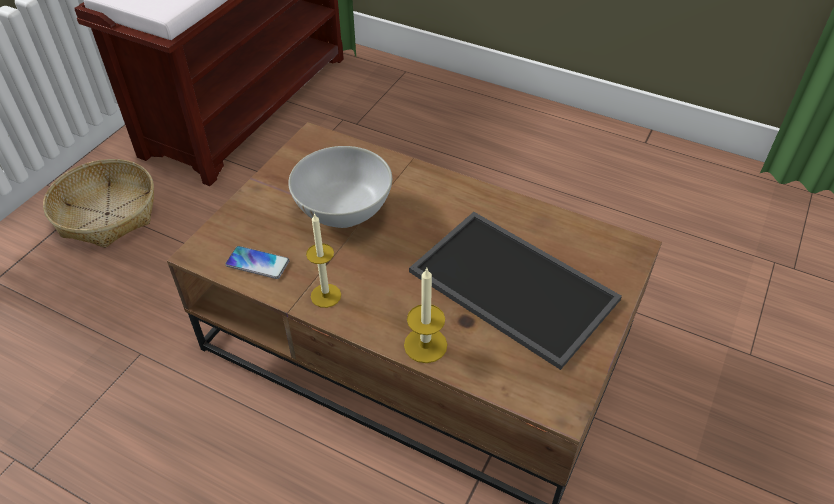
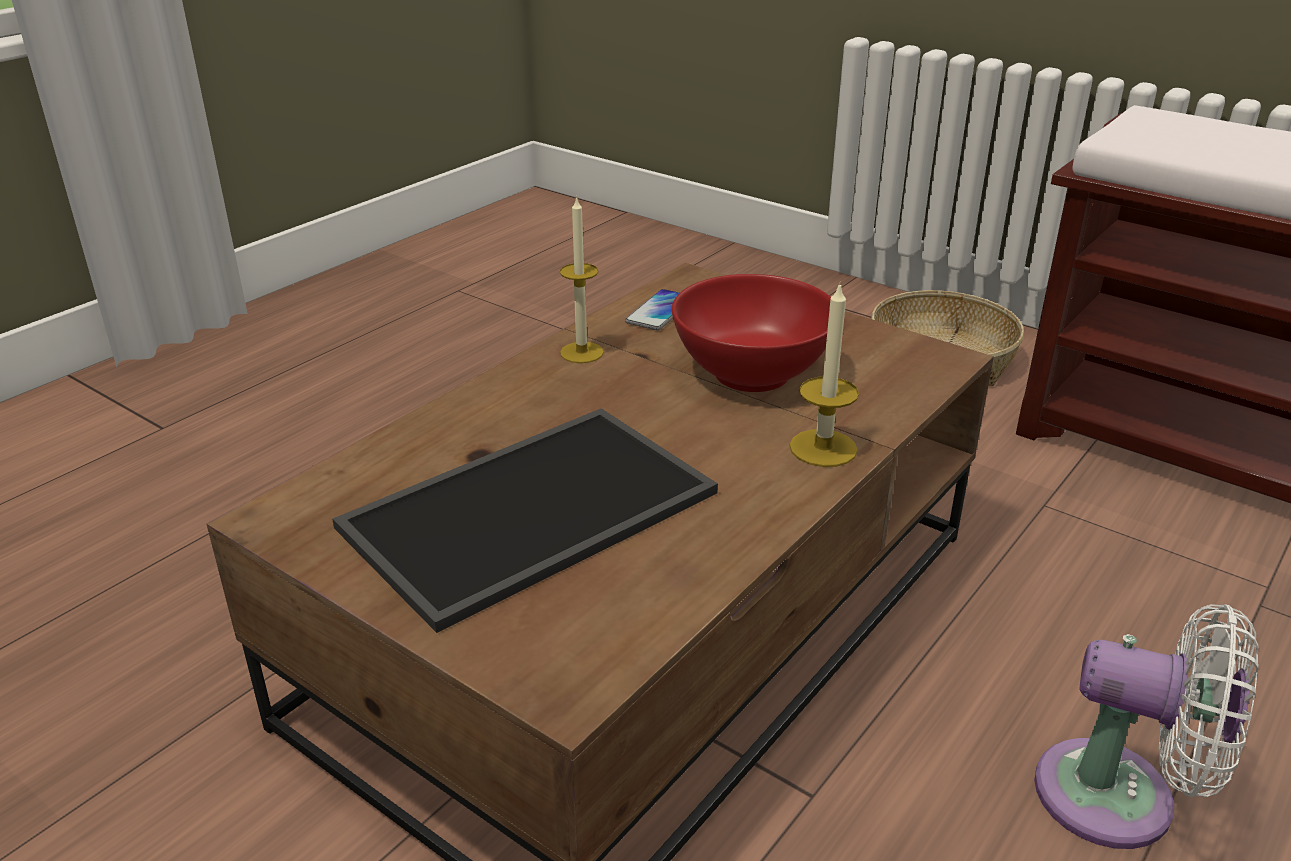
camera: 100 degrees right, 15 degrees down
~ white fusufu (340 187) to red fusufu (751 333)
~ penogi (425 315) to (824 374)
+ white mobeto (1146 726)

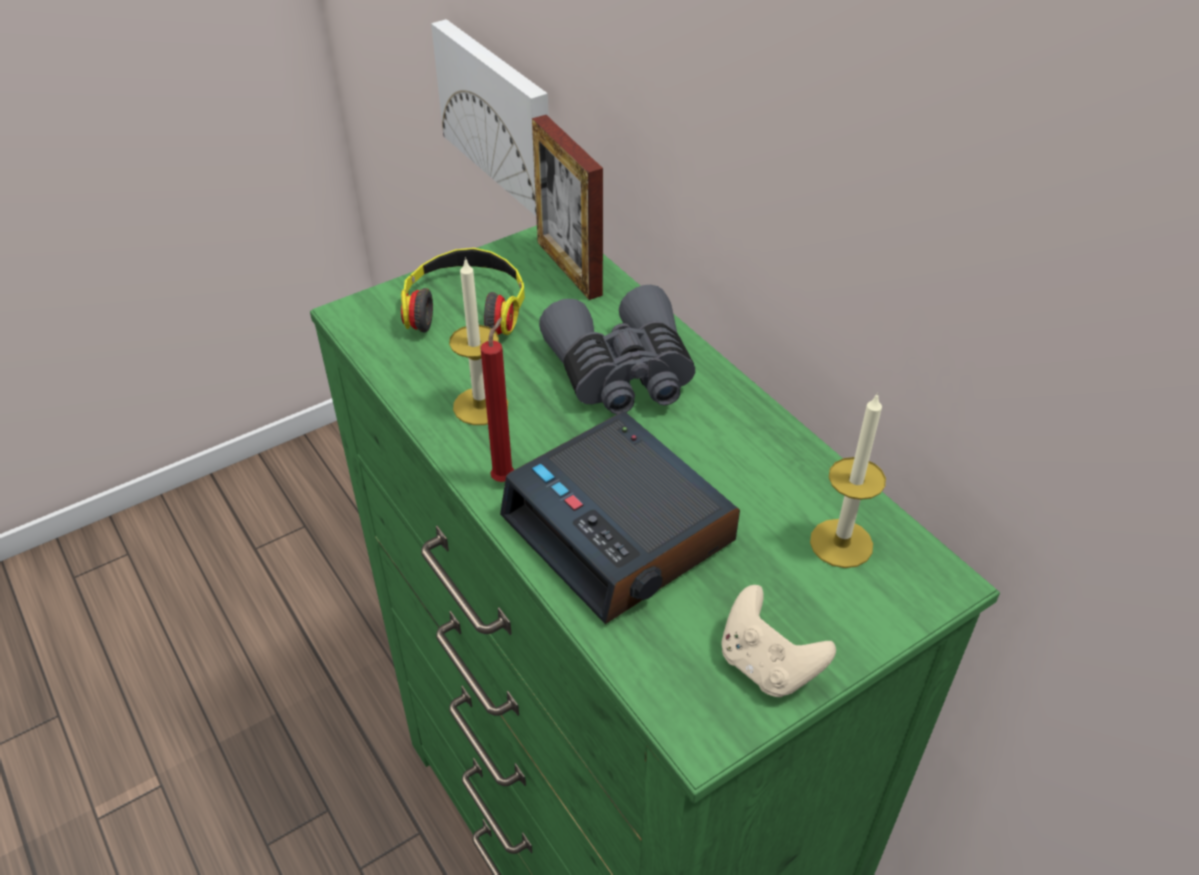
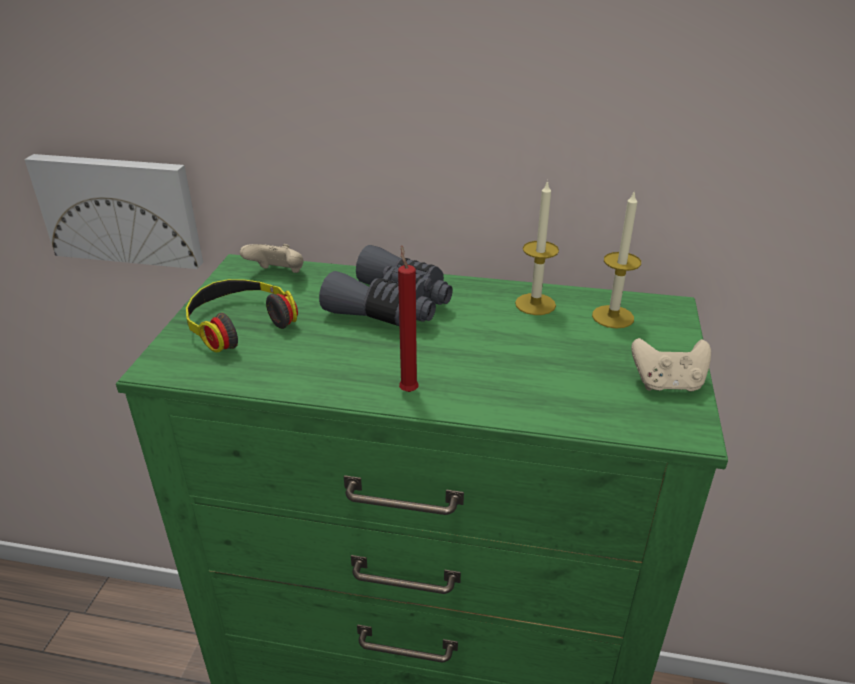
camera: 45 degrees left, 10 degrees down
~ penogi (478 341) to (537 247)
- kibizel (620 517)
~ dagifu (567 207) to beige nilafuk (272 258)

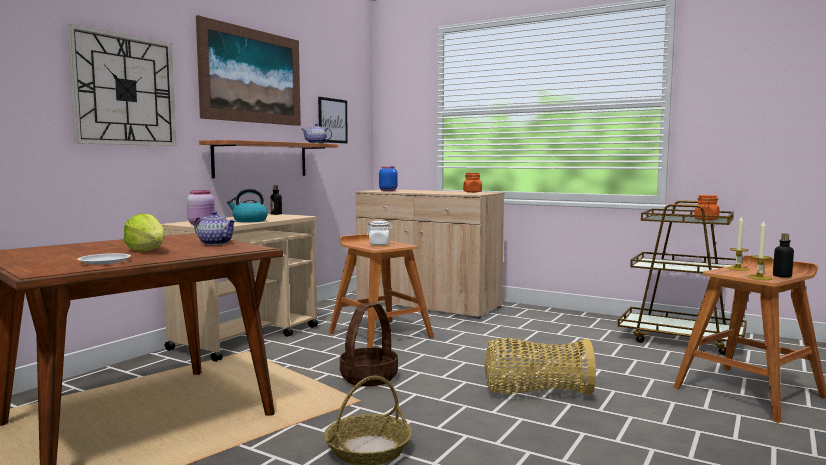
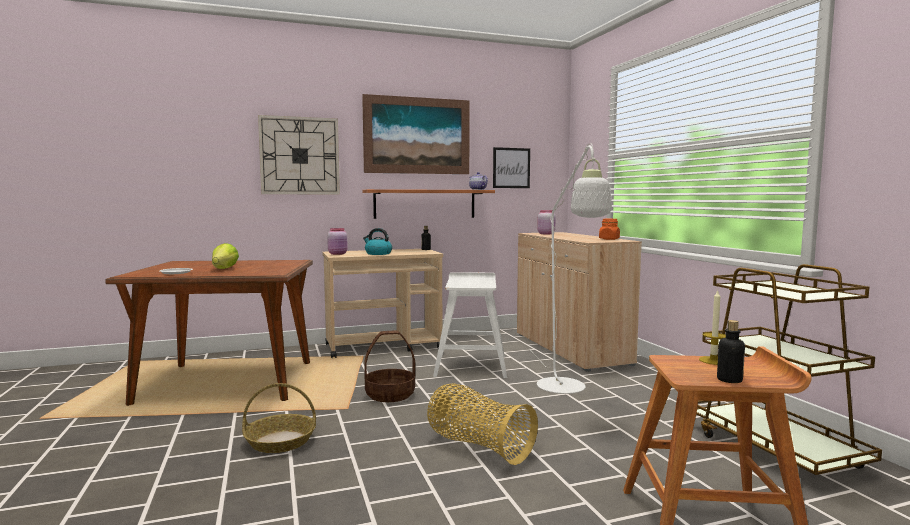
camera: 40 degrees right, 0 degrees up
- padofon (215 228)
~ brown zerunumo (381 291) to white zerunumo (470 325)
- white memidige (380 233)
~ blue memidige (388 178) to pink memidige (546 222)
- orange memidige (707 207)
- penogi (759 250)
+ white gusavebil (571 268)

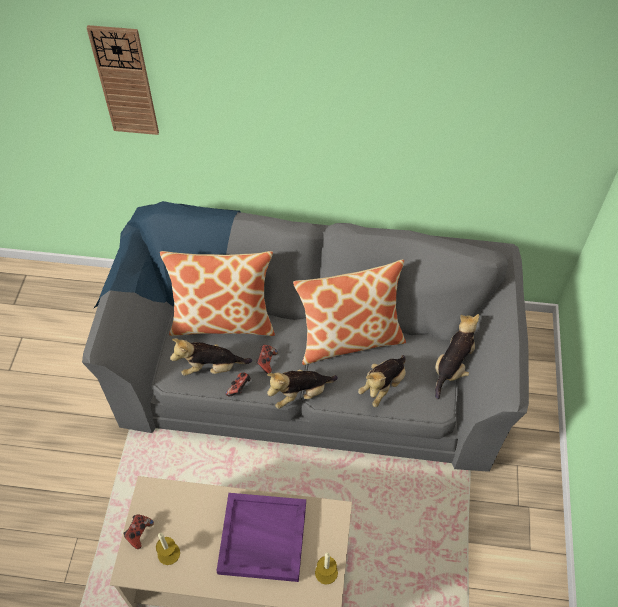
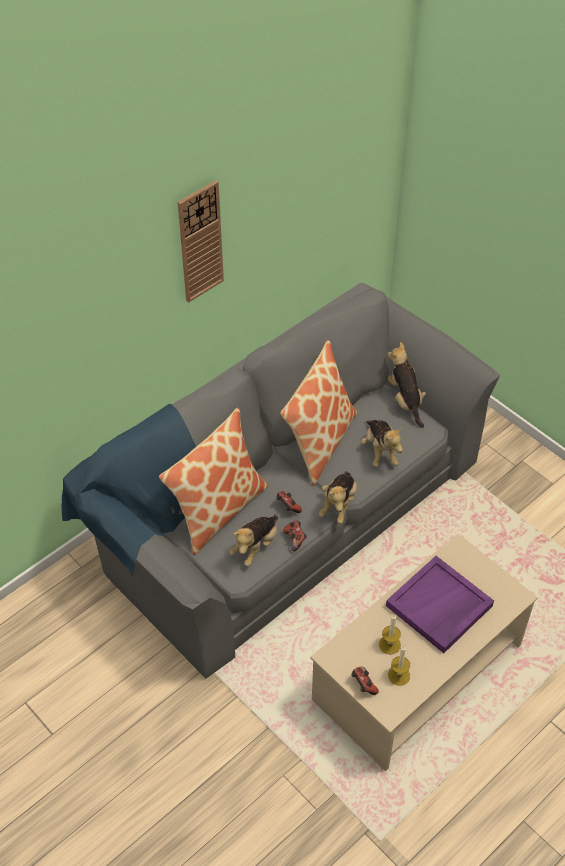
camera: 50 degrees left, 5 degrees down
~ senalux (122 80) to (201 241)
~ penogi (326 569) to (390 634)

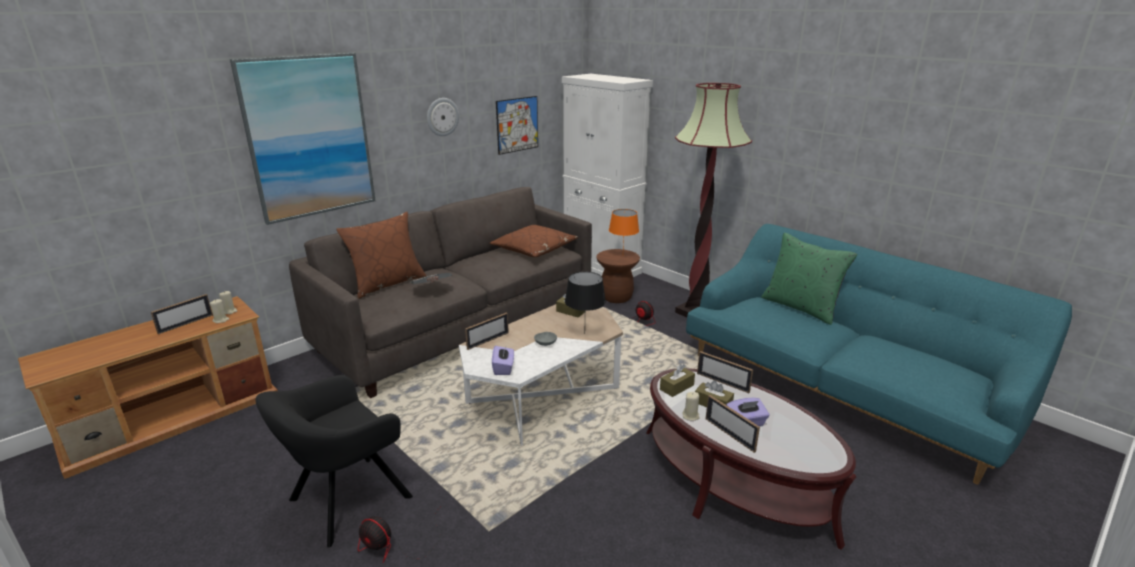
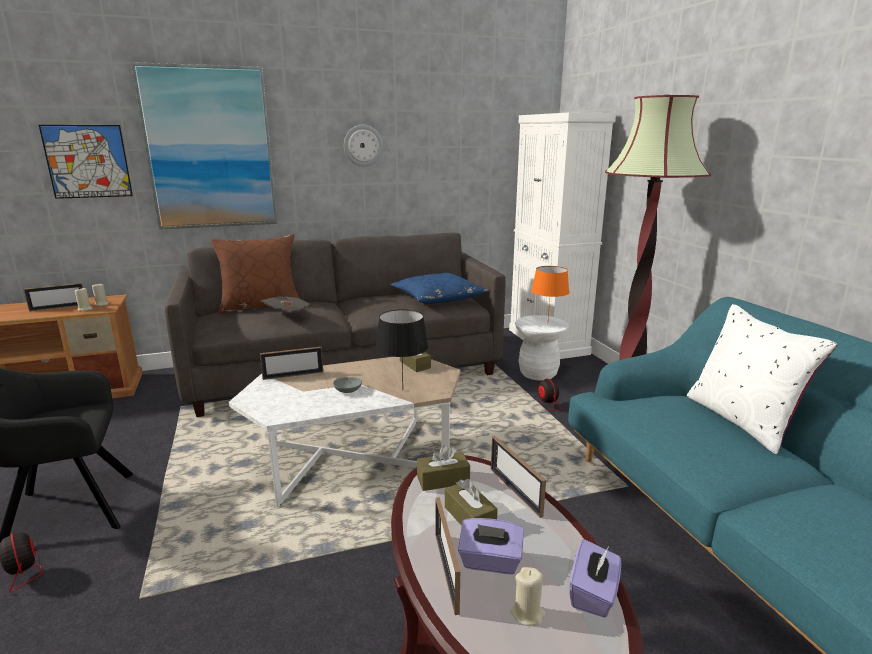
camera: 25 degrees right, 5 degrees down
~ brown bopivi (534 241) to blue bopivi (439 288)
~ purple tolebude (503 360) to (595 578)
~ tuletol (517 125) to (86 162)
~ brown zerunumo (618 276) to white zerunumo (542 348)
~ beige penogi (691 406) to (528 596)
~ green bopivi (809 279) to white bopivi (762 379)

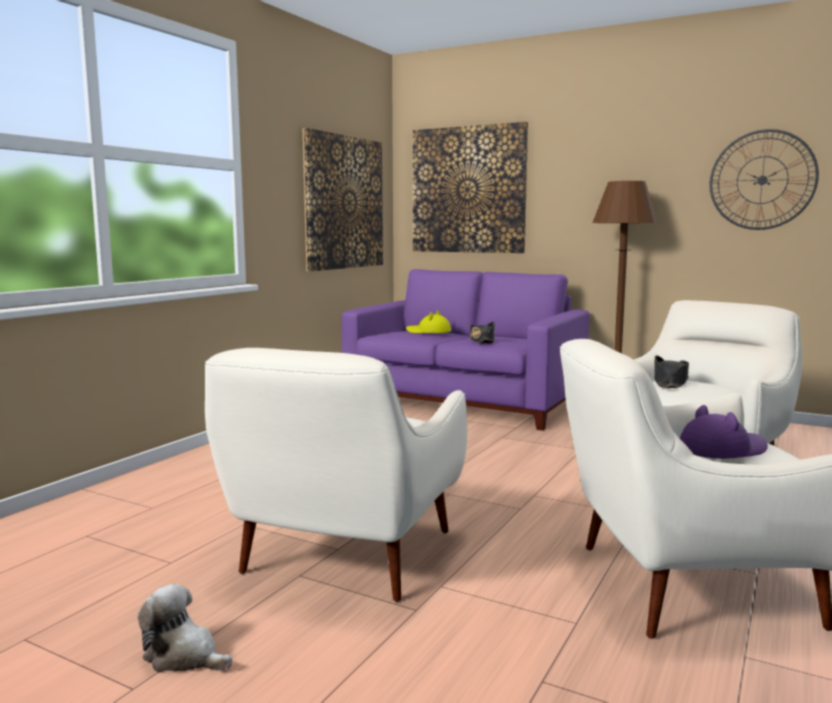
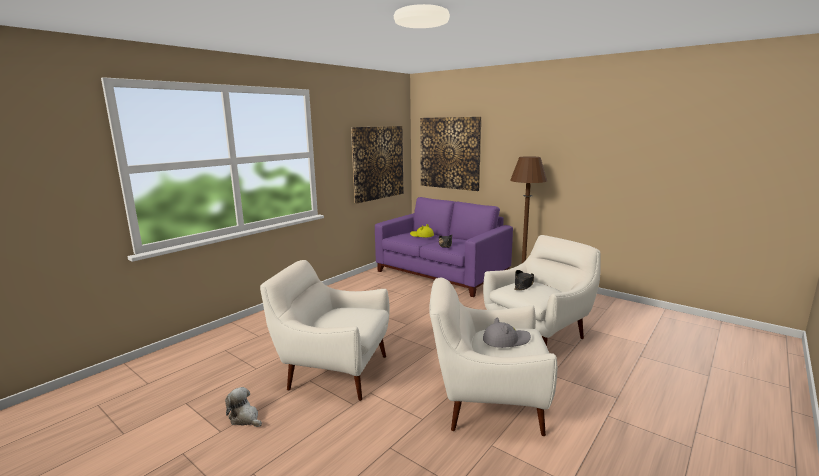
camera: 10 degrees right, 5 degrees up
~ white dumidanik (336 475) = (325 330) 75 degrees clockwise
~ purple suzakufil (724 432) to grey suzakufil (507 333)
- senalux (764 179)

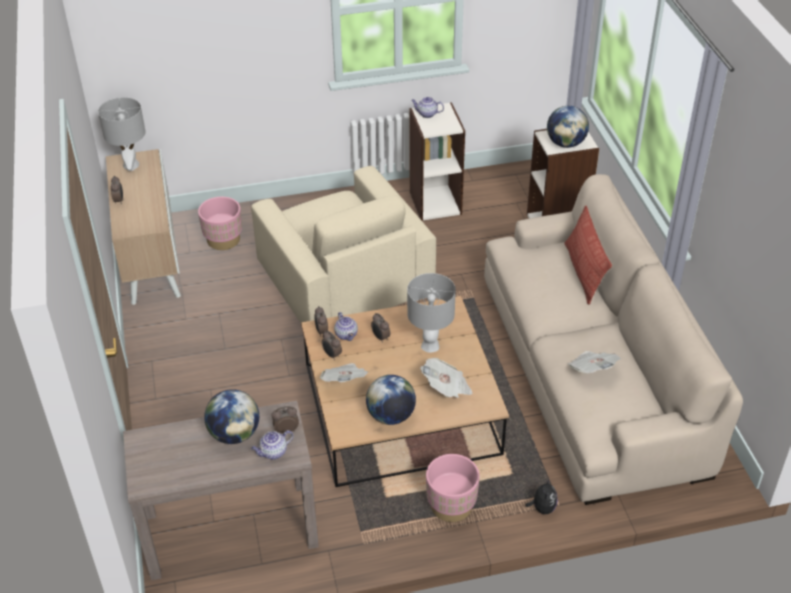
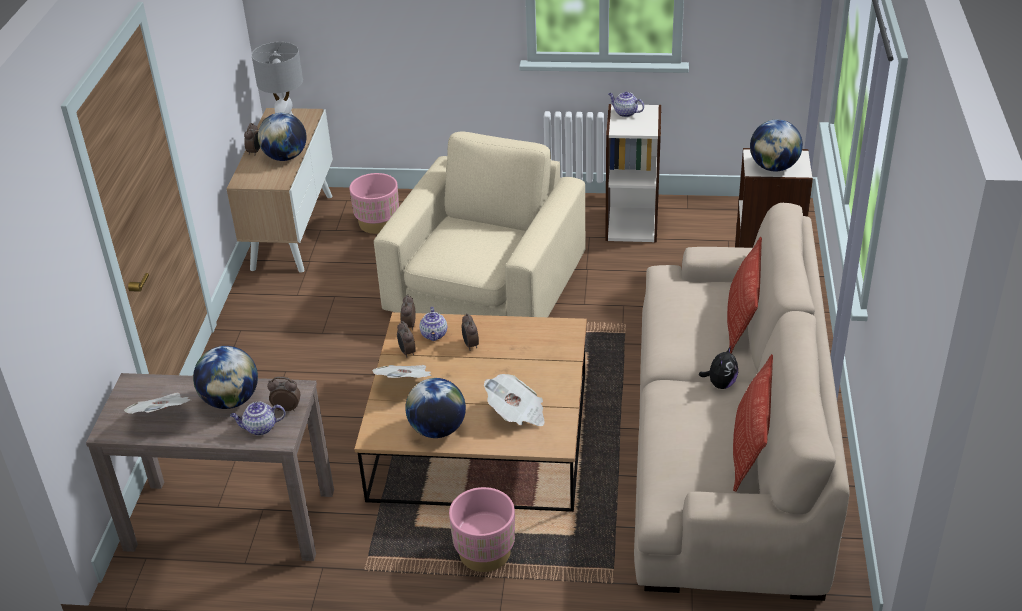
camera: 20 degrees right, 5 degrees down
~ beige dumidanik (343 244) = (480 224) 150 degrees counterclockwise
- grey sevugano (431 313)
~ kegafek (541 496) to (718 367)
~ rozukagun (594 362) to (157 403)
+ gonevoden (282 137)
+ bopivi (753 423)

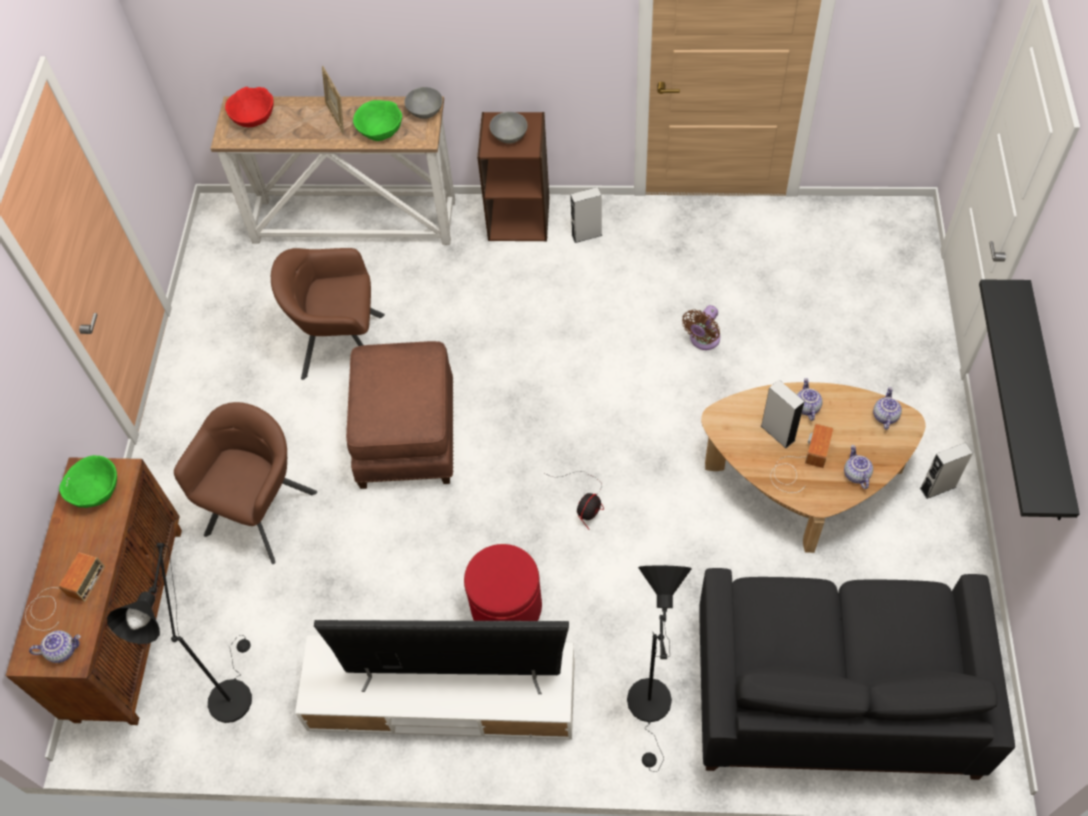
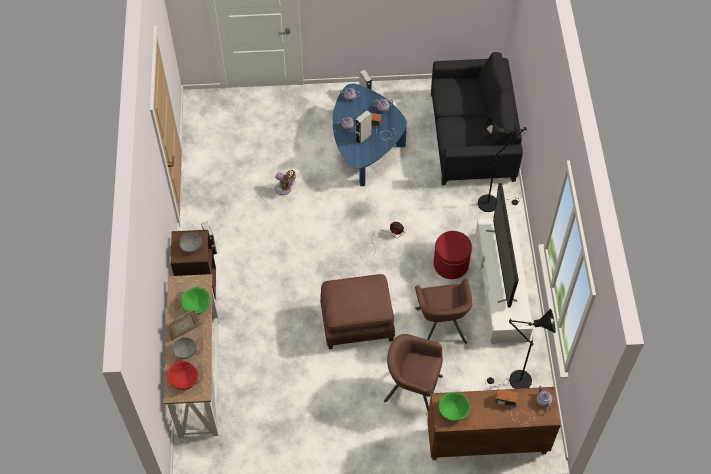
camera: 100 degrees left, 0 degrees up
~ brown dumidanik (328 314) to (444 311)
~ grey fusufu (423 103) to (184 348)
~ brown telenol (813 467) to blue telenol (370 135)
- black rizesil (1029 399)

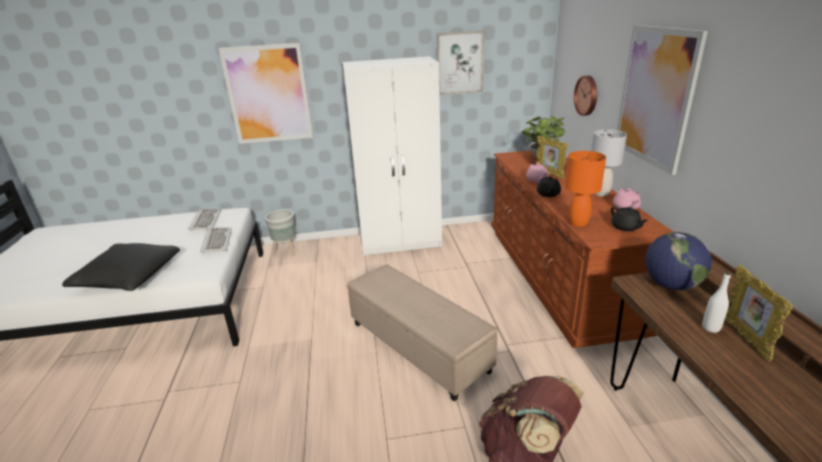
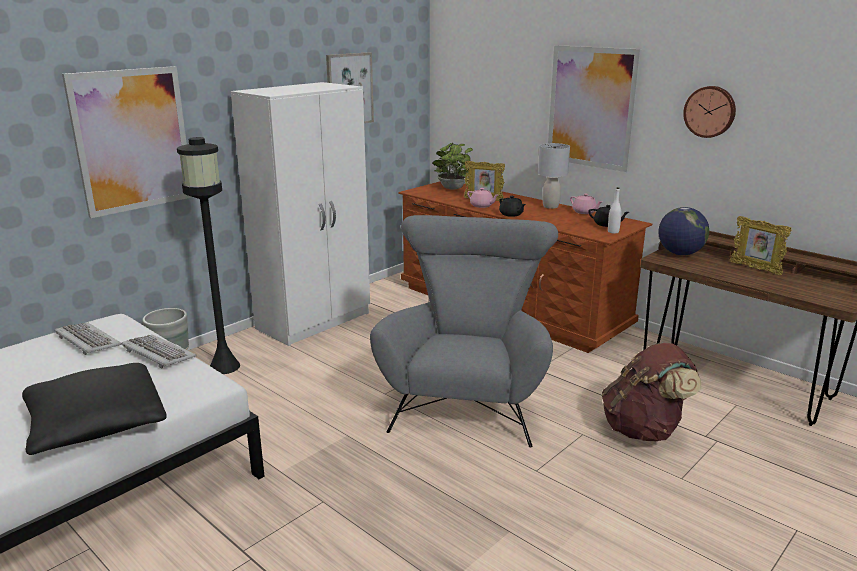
camera: 40 degrees left, 5 degrees down
~ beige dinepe (422 333) to grey dumidanik (464 331)
- orange sevugano (585 189)
~ senalux (585 96) to (709 112)
~ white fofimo (716 302) to (614 210)
+ black gusavebil (208 255)

